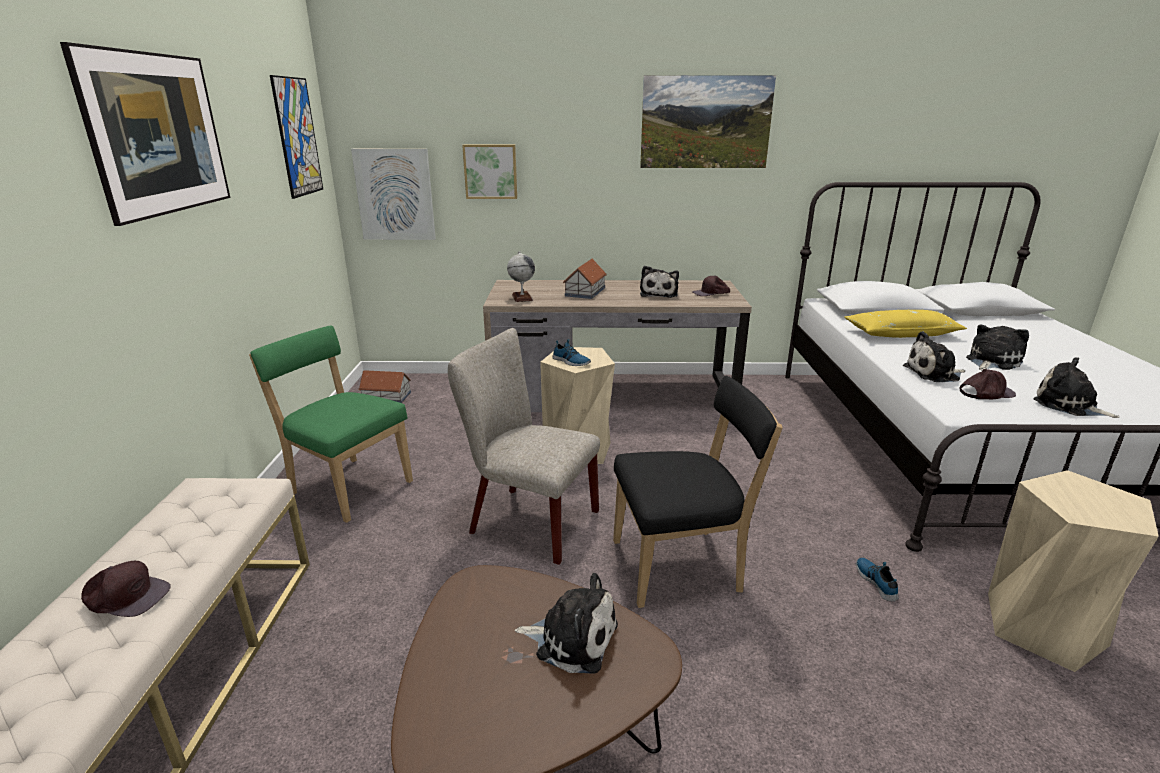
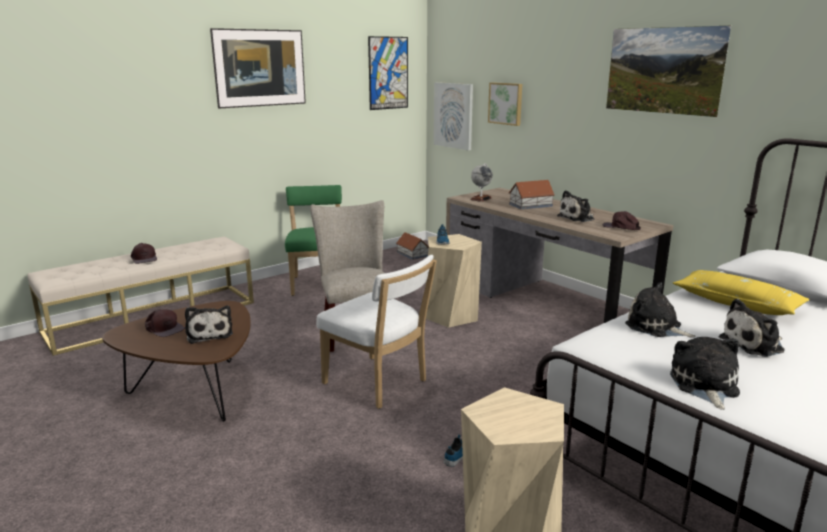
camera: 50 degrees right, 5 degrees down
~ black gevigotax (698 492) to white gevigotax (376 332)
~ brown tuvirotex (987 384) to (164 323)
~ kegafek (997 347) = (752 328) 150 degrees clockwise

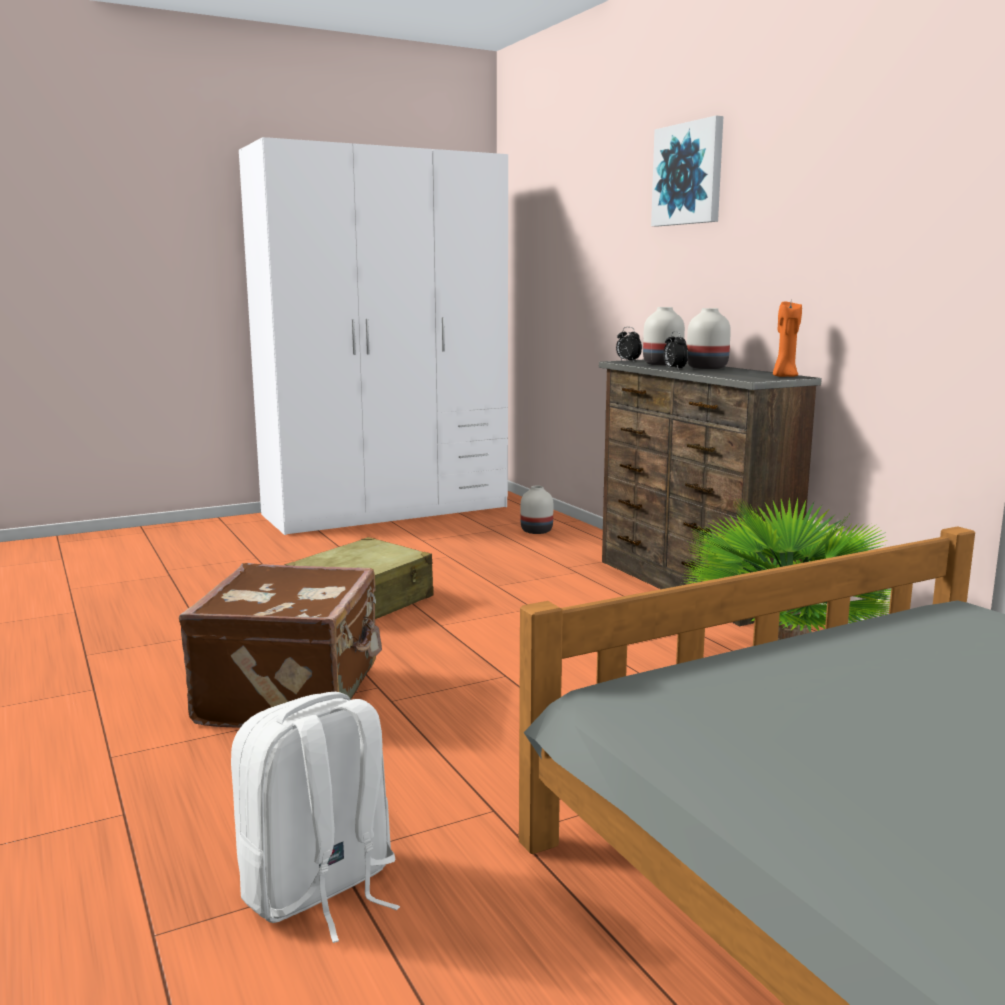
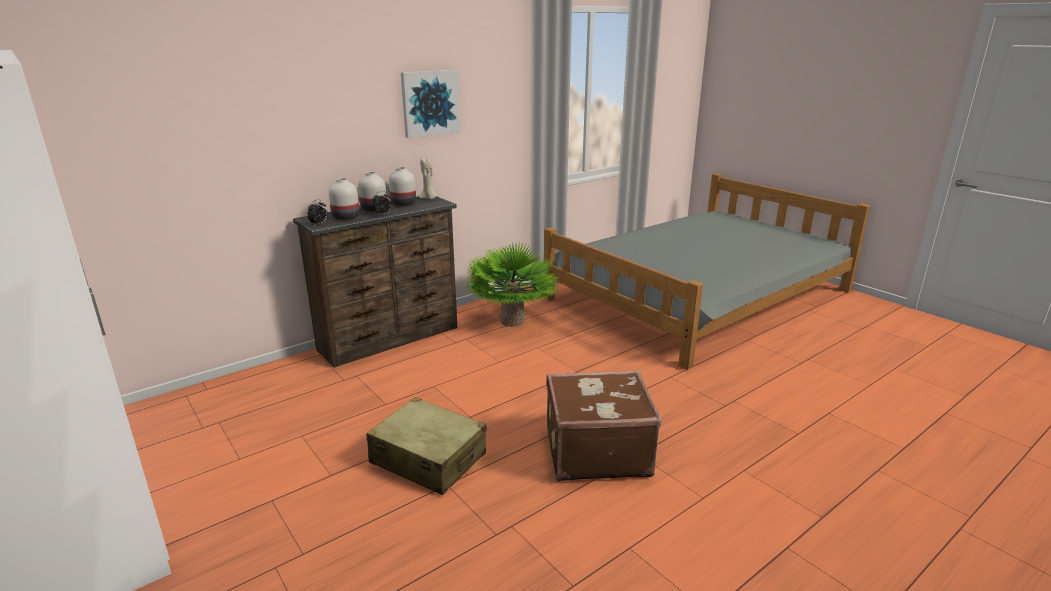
camera: 100 degrees left, 10 degrees up
- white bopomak (315 817)
~ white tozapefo (537 509) to (402 186)
~ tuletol (687 170) to (431 104)
~ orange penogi (787 339) to beige penogi (428 178)

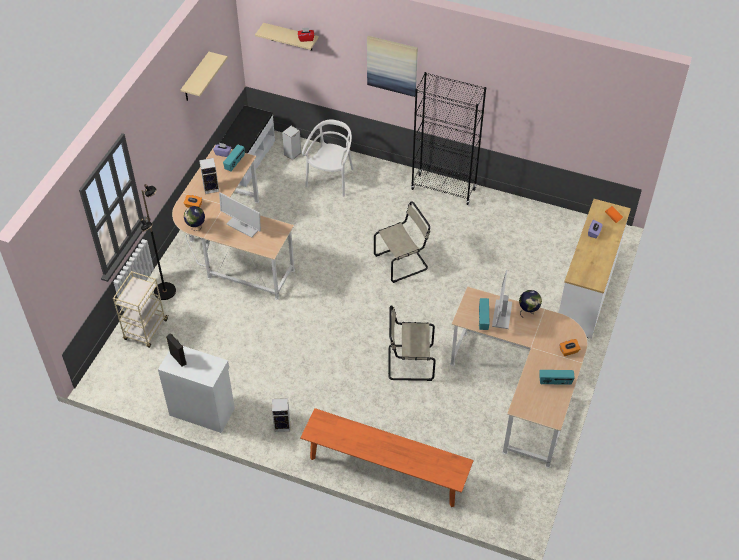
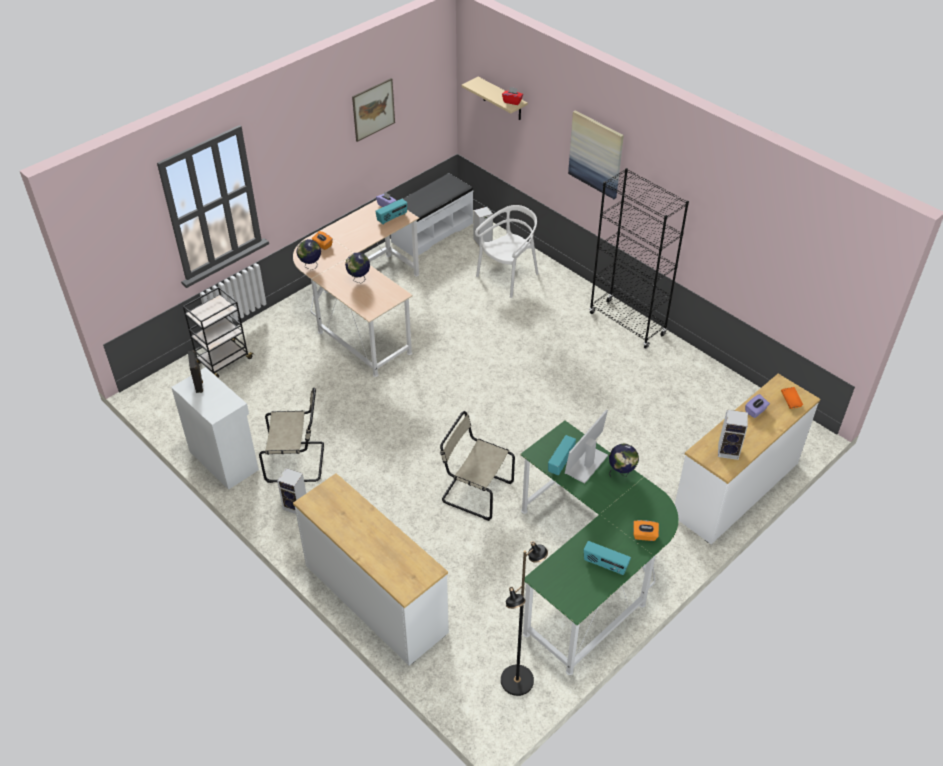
camera: 25 degrees right, 5 degrees down
~ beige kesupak (140 309) to black kesupak (218 332)
~ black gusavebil (158 242) to (524 618)
~ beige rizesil (204 76) to tuletol (373 110)
~ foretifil (209 176) to (733 435)
~ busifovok (240 215) to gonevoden (357 268)
~ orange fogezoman (387 457) to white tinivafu (371 569)
~ beige gevigotax (402 242) to (291 435)
~ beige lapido (518 377) to green lapido (599 547)

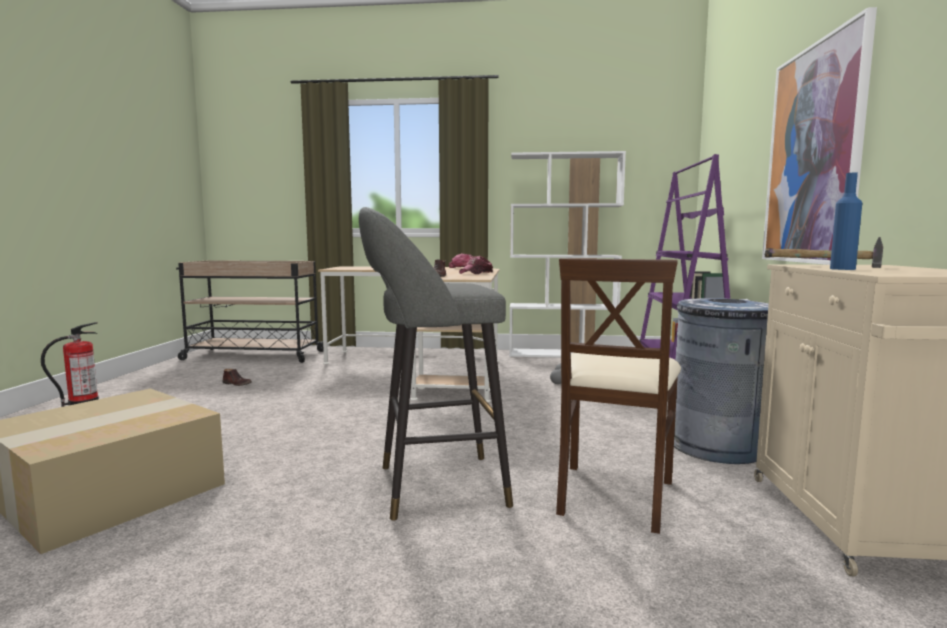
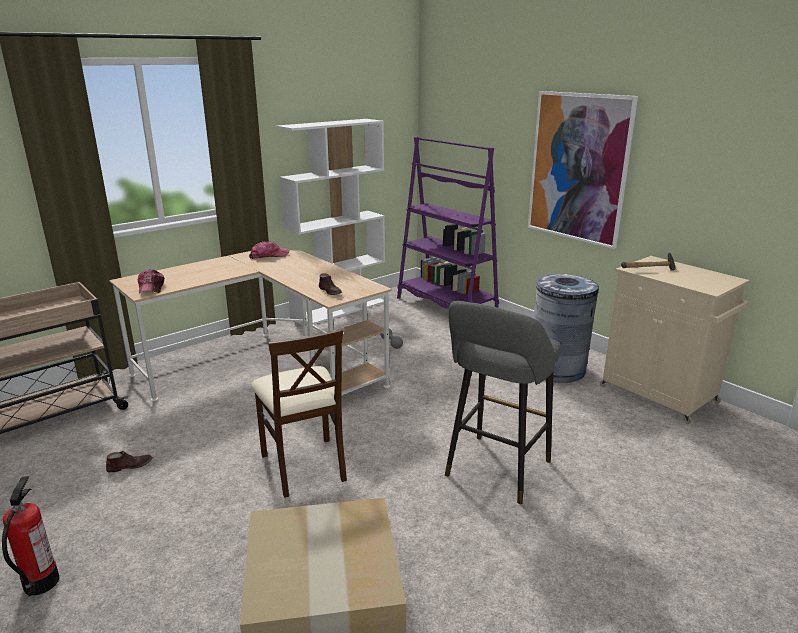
camera: 45 degrees left, 15 degrees up
~ tuvirotex (476 265) to (151 281)
~ beige gevigotax (618 396) to (299 413)
- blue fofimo (846 221)

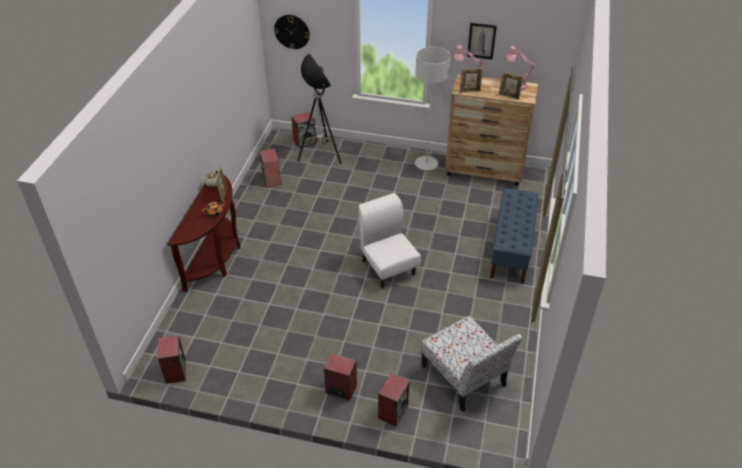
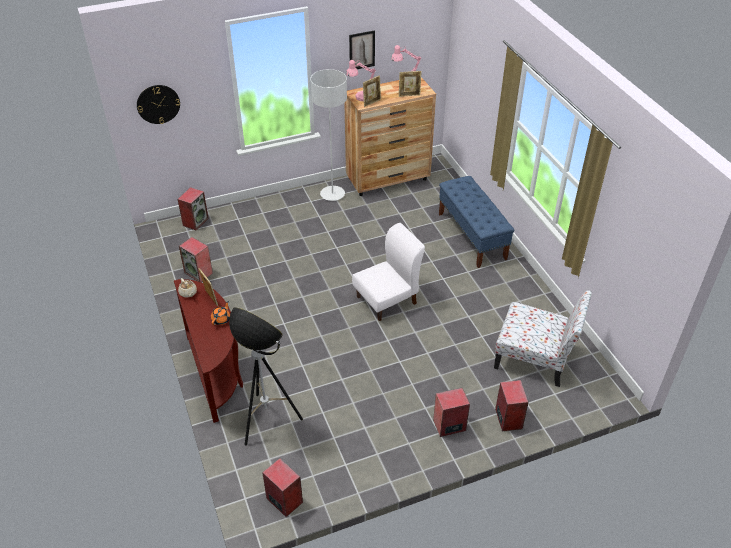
camera: 35 degrees left, 0 degrees up
~ gusavebil (320 108) to (266 376)
~ white gevigotax (390 240) = (388 272) 120 degrees clockwise

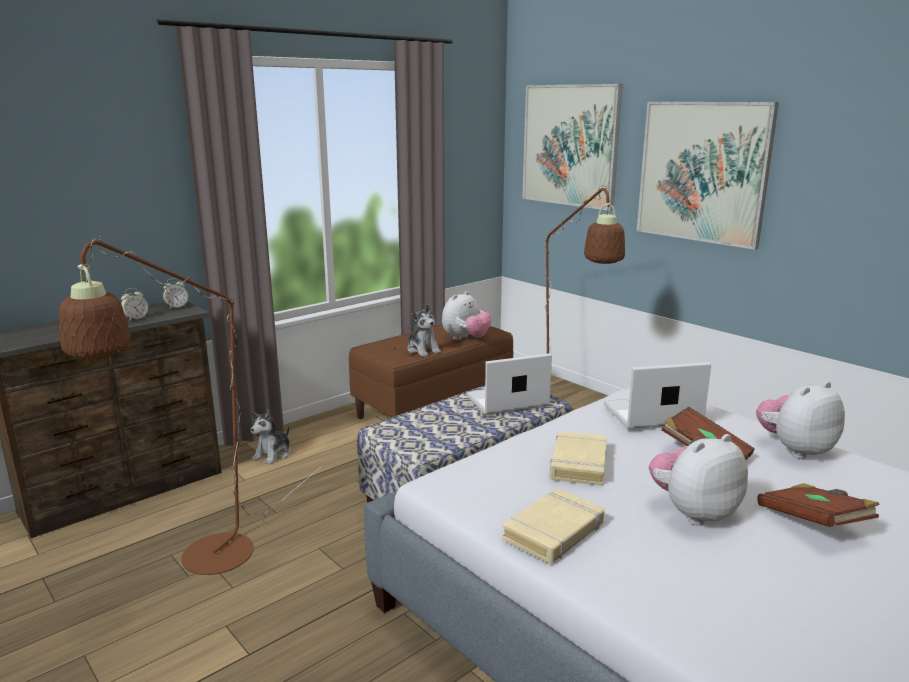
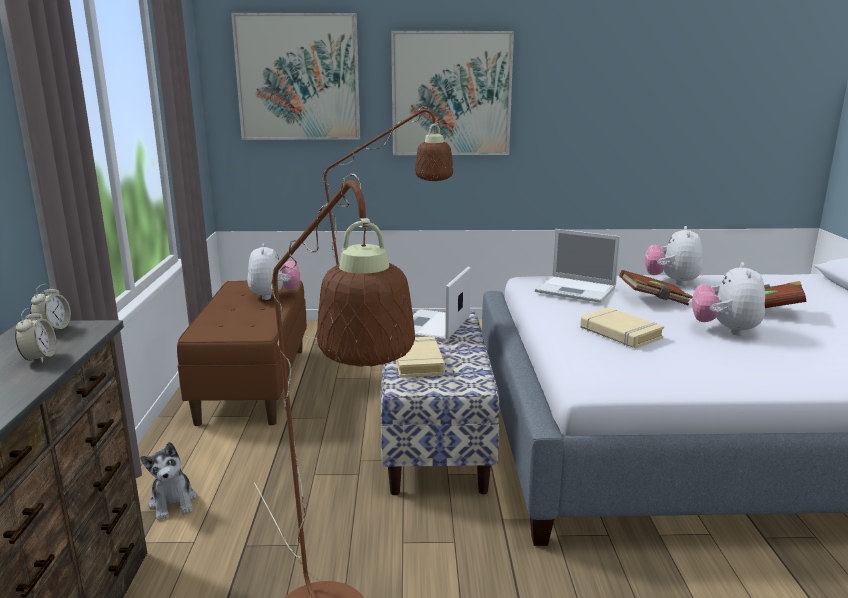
camera: 50 degrees left, 0 degrees up
- kegafek (424 330)
~ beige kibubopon (553 526) to (420 357)
~ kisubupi (657 395) = (577 266) 90 degrees counterclockwise

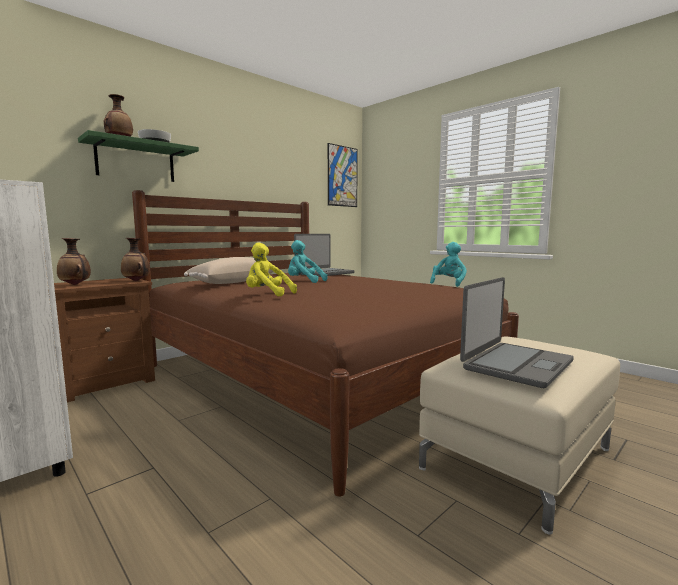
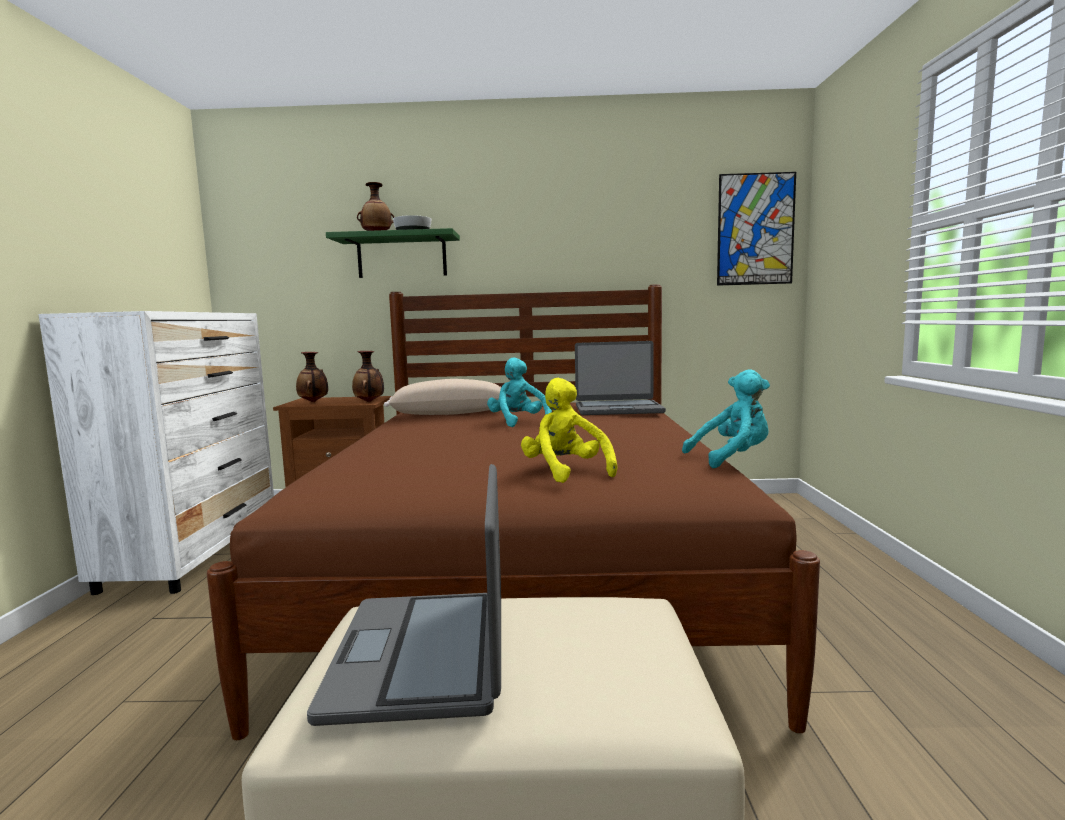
camera: 45 degrees right, 0 degrees up
~ yellow kegafek (271 269) to (569 430)
~ kisubupi (517 332) = (404 595) 90 degrees clockwise

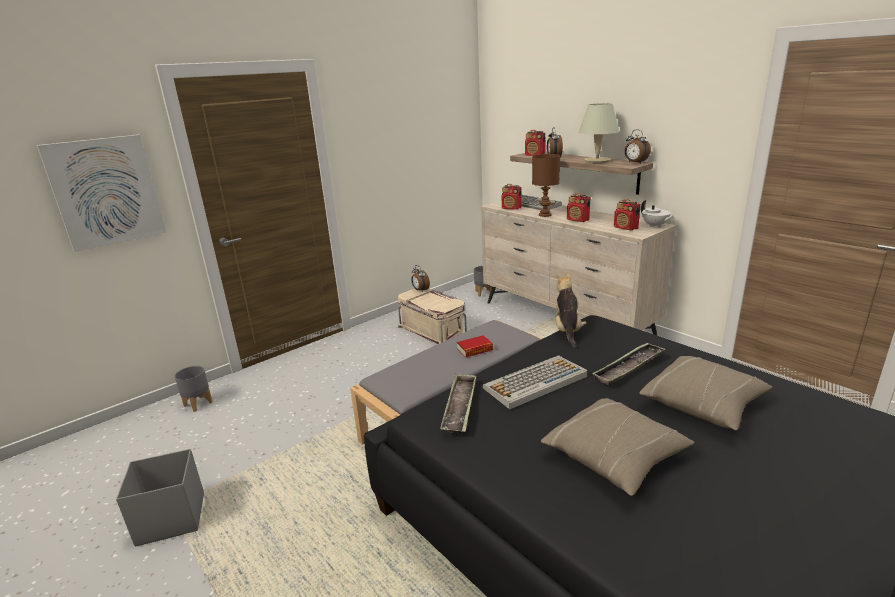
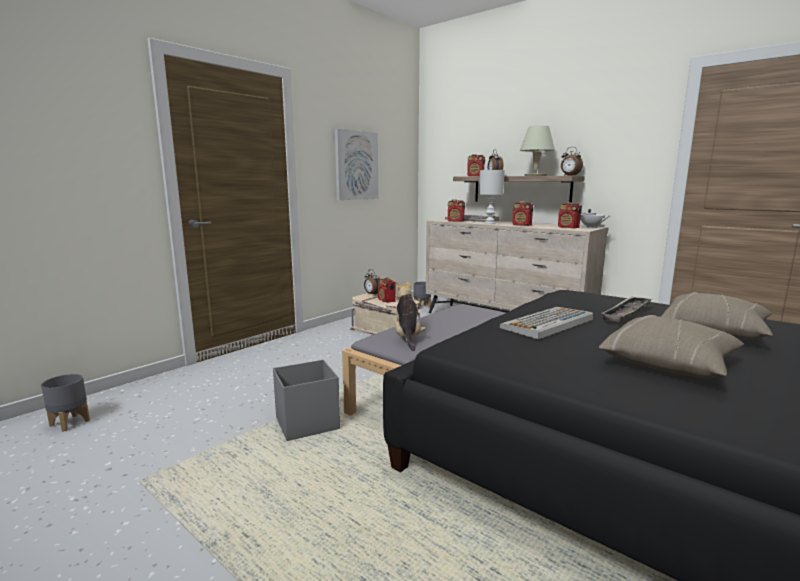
camera: 10 degrees left, 10 degrees down
~ tuletol (102 193) to (356 164)
~ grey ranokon (160 497) to (306 400)
~ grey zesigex (194 389) to (65 403)
- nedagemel (458 403)
- kibubopon (475 346)
~ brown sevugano (546 185) to white sevugano (492 197)
~ kegafek (570 310) to (410 316)
+ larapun (386 290)

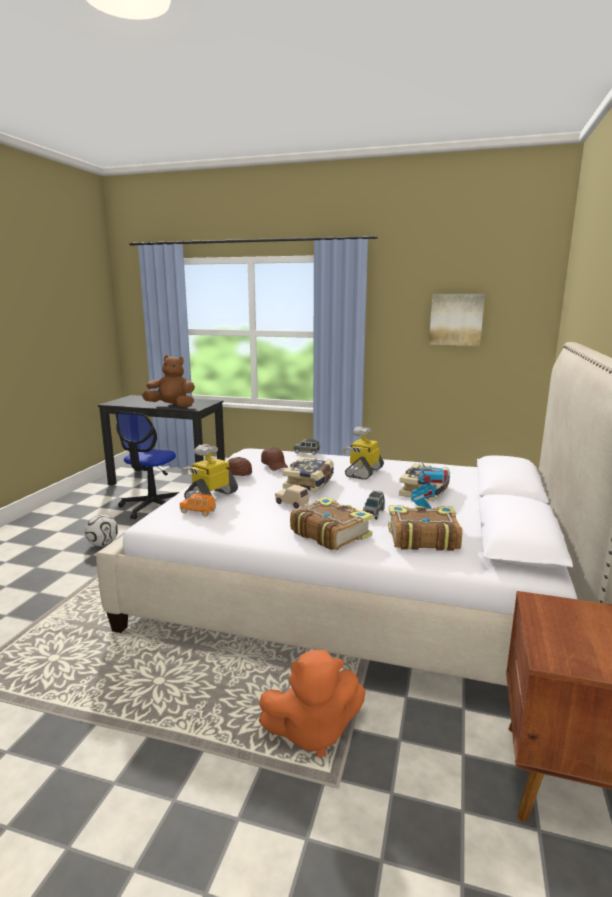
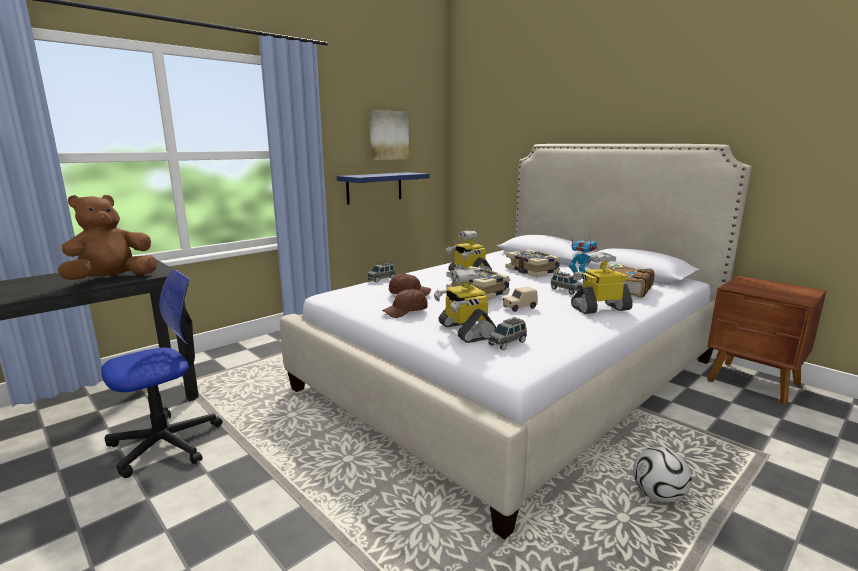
camera: 60 degrees left, 0 degrees up
~ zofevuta (101 530) to (662 475)
~ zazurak (147 465) = (161 374) 90 degrees counterclockwise
~ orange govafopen (198 505) to grey govafopen (507 333)
- orange kegafek (312 703)
~ kibubopon (331 523) to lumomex (602 282)
+ blue rizesil (383 188)

